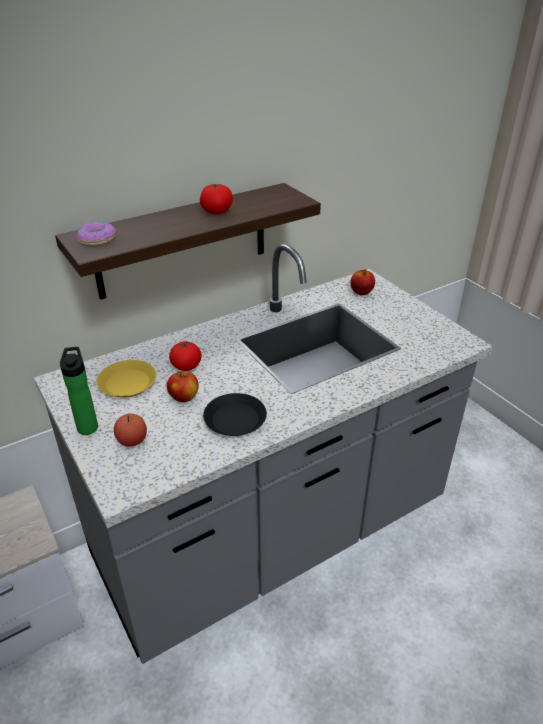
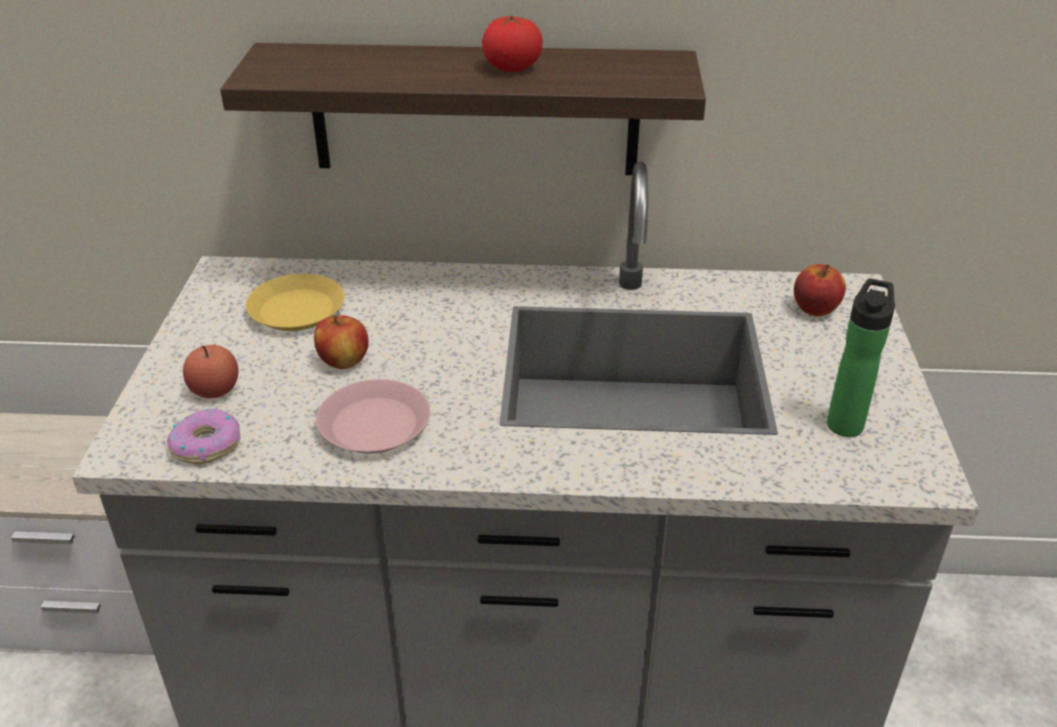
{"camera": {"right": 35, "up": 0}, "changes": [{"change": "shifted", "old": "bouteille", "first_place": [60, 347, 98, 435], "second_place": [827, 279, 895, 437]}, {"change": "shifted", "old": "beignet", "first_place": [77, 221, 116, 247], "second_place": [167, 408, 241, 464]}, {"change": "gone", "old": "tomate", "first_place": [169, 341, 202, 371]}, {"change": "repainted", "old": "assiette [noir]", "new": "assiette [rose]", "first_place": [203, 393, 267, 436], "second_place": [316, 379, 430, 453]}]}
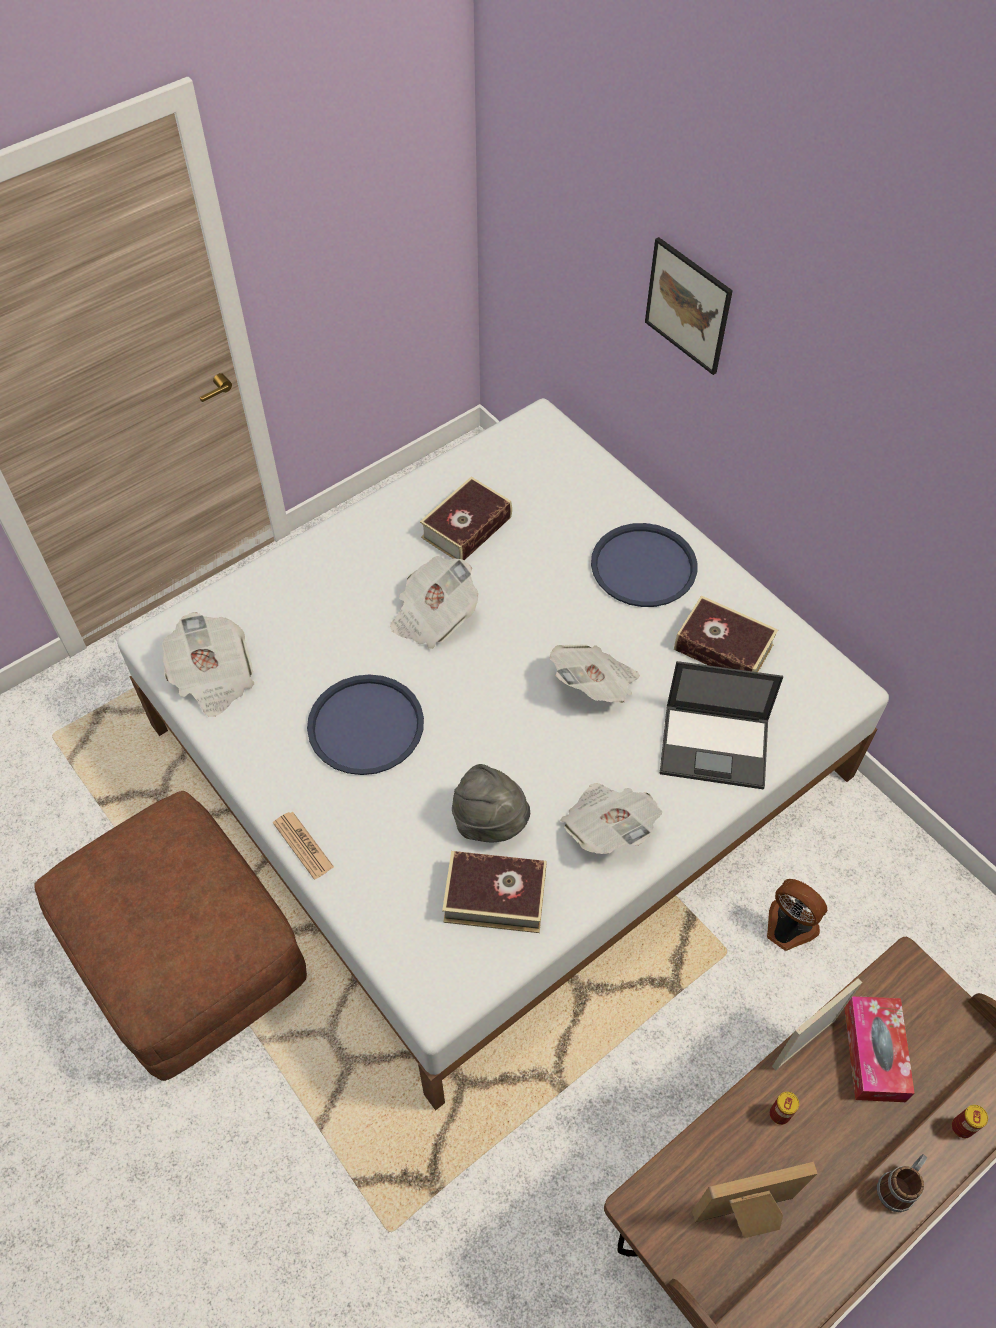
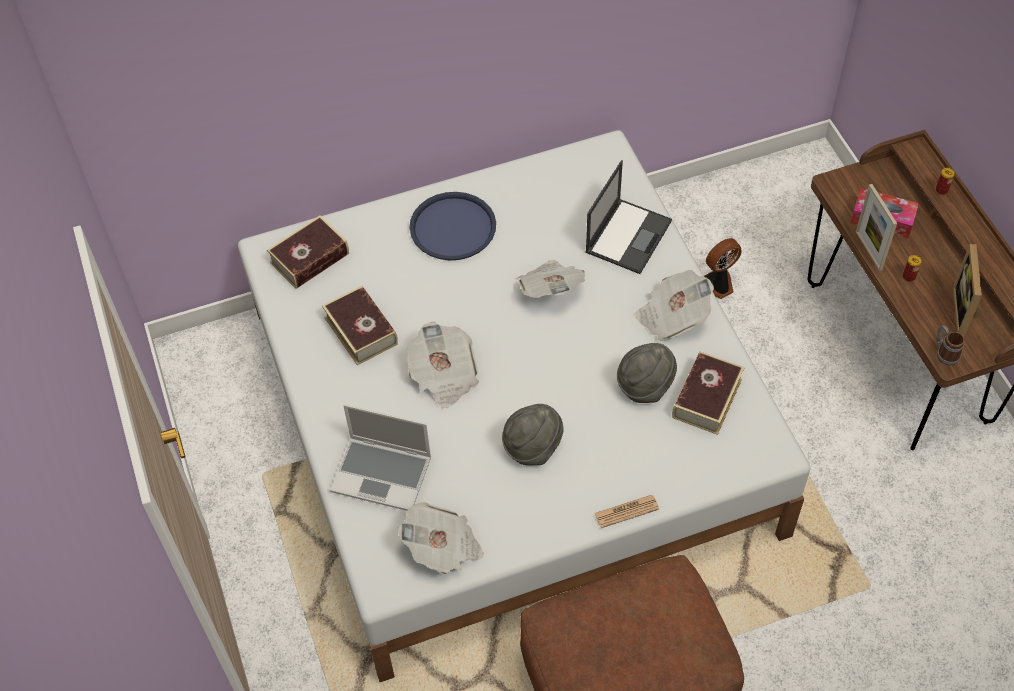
{"camera": {"right": -70, "up": 0}, "changes": [{"change": "swapped", "old": "plateau [bleu]", "new": "chapeau [gris]", "first_place": [307, 674, 424, 775], "second_place": [502, 404, 563, 465]}, {"change": "gone", "old": "tableau", "first_place": [645, 237, 733, 375]}, {"change": "shifted", "old": "livre", "first_place": [674, 595, 778, 672], "second_place": [267, 216, 349, 289]}, {"change": "shifted", "old": "mug", "first_place": [877, 1154, 927, 1212], "second_place": [937, 325, 965, 366]}, {"change": "new", "new": "ordinateur portable", "second_place": [330, 404, 431, 511]}]}
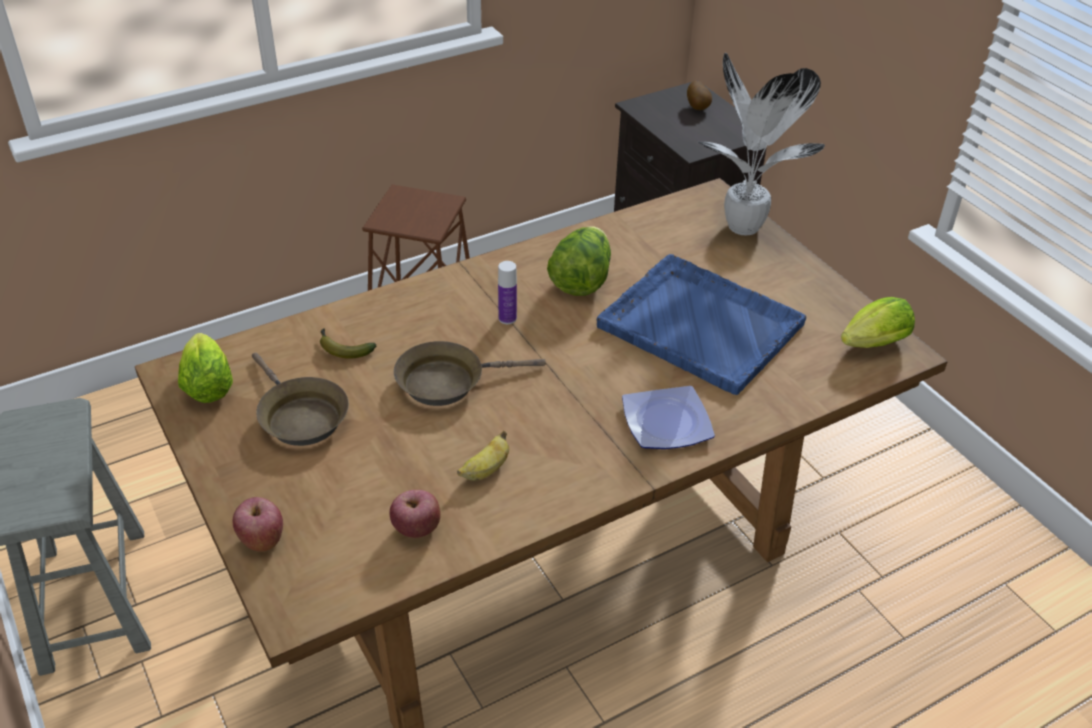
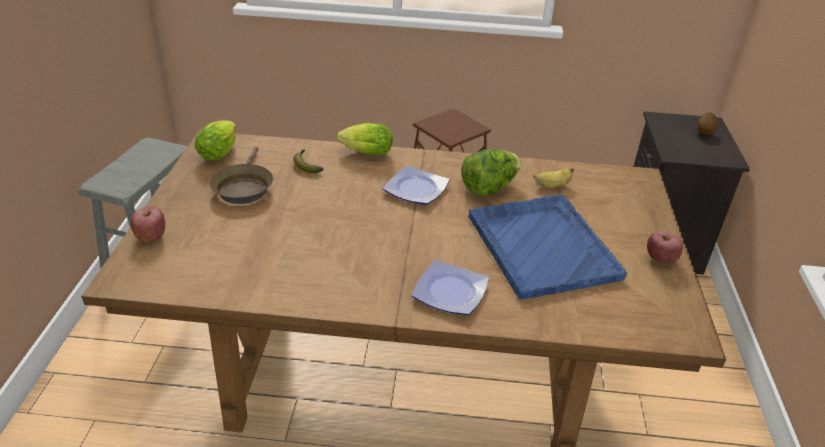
{"camera": {"right": 35, "up": -5}, "changes": [{"change": "shifted", "old": "pomme", "first_place": [390, 490, 441, 538], "second_place": [647, 231, 683, 264]}, {"change": "gone", "old": "poêle [marron]", "first_place": [394, 341, 546, 406]}, {"change": "shifted", "old": "banane", "first_place": [457, 431, 509, 481], "second_place": [533, 168, 574, 188]}, {"change": "swapped", "old": "bouteille", "new": "assiette", "first_place": [498, 261, 517, 324], "second_place": [383, 166, 449, 205]}, {"change": "gone", "old": "plante en pot", "first_place": [697, 53, 825, 236]}, {"change": "shifted", "old": "laitue", "first_place": [841, 297, 915, 348], "second_place": [337, 123, 393, 156]}]}
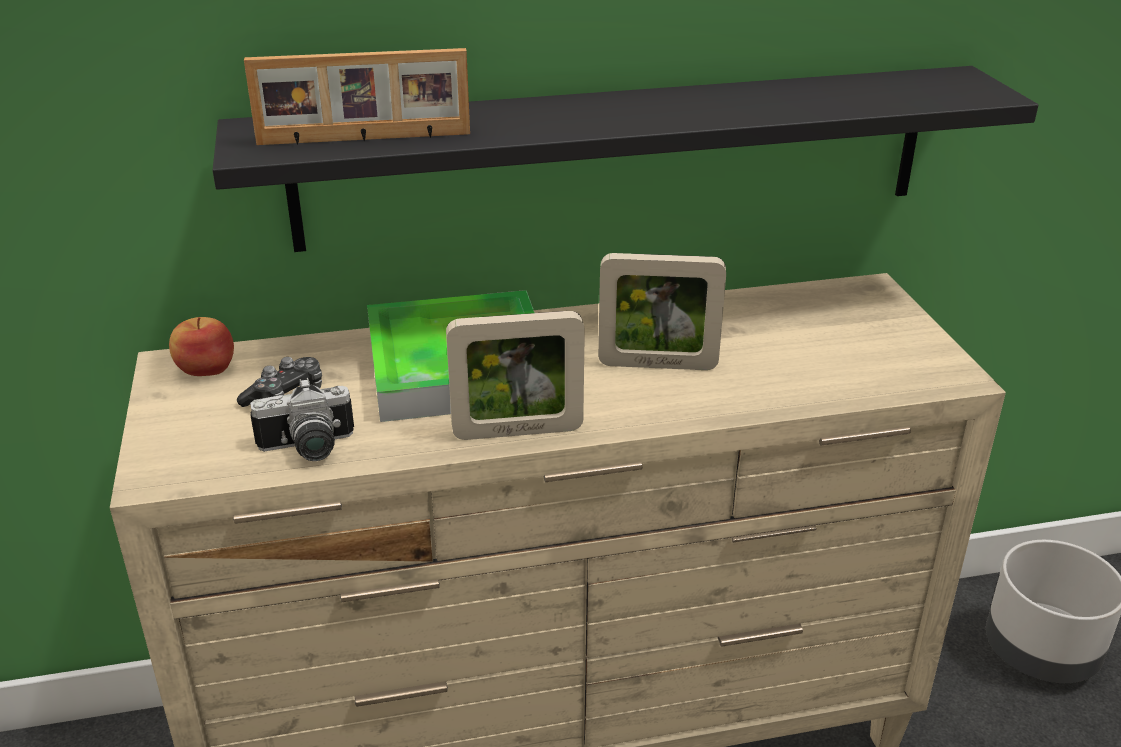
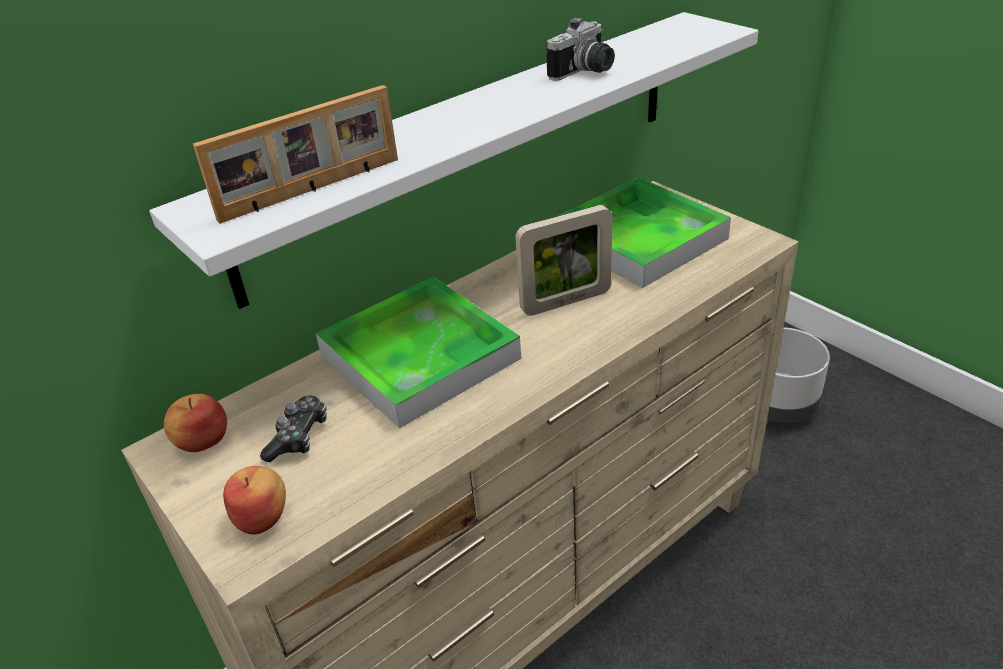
{"camera": {"right": -25, "up": 5}, "changes": [{"change": "repainted", "old": "étagère [noir]", "new": "étagère [blanc]", "first_place": [212, 66, 1038, 252], "second_place": [149, 12, 758, 309]}, {"change": "shifted", "old": "appareil photo", "first_place": [250, 378, 354, 461], "second_place": [546, 18, 615, 81]}, {"change": "gone", "old": "cadre photo", "first_place": [446, 311, 585, 440]}, {"change": "new", "new": "pomme", "second_place": [223, 466, 286, 535]}, {"change": "new", "new": "plateau", "second_place": [559, 177, 731, 288]}]}
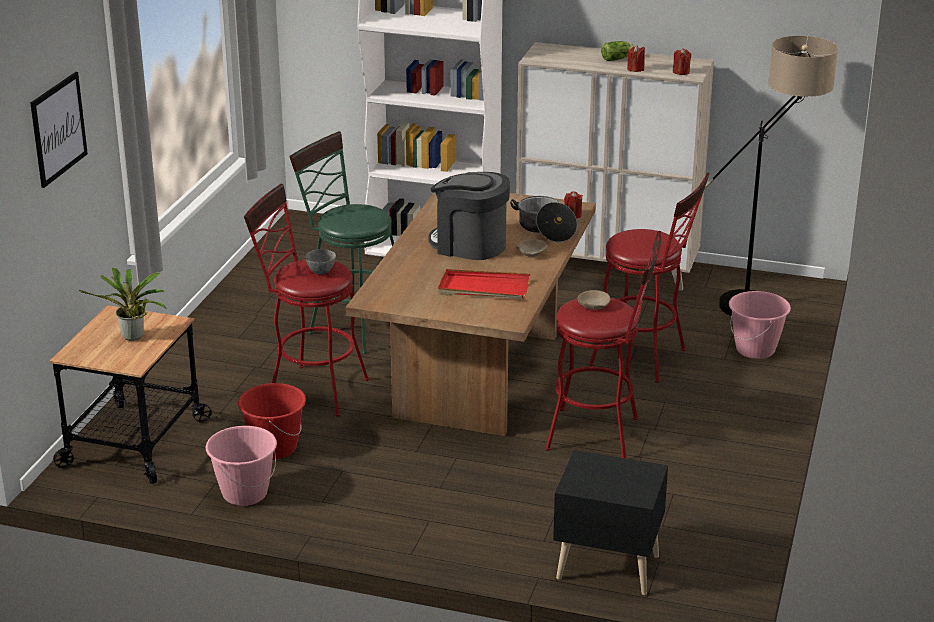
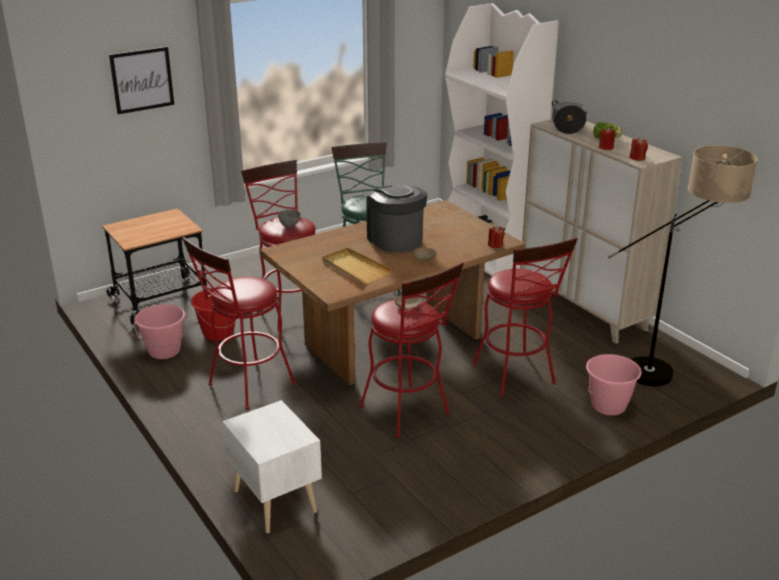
{"camera": {"right": 40, "up": 0}, "changes": [{"change": "gone", "old": "plante en pot", "first_place": [79, 268, 166, 341]}, {"change": "repainted", "old": "plateau [rouge]", "new": "plateau [beige]", "first_place": [438, 269, 531, 298], "second_place": [322, 248, 391, 283]}, {"change": "shifted", "old": "marmite", "first_place": [510, 196, 577, 242], "second_place": [552, 101, 587, 134]}, {"change": "repainted", "old": "table de chevet [noir]", "new": "table de chevet [blanc]", "first_place": [553, 450, 668, 595], "second_place": [222, 400, 322, 533]}, {"change": "new", "new": "tabouret [rouge]", "second_place": [182, 237, 296, 410]}]}
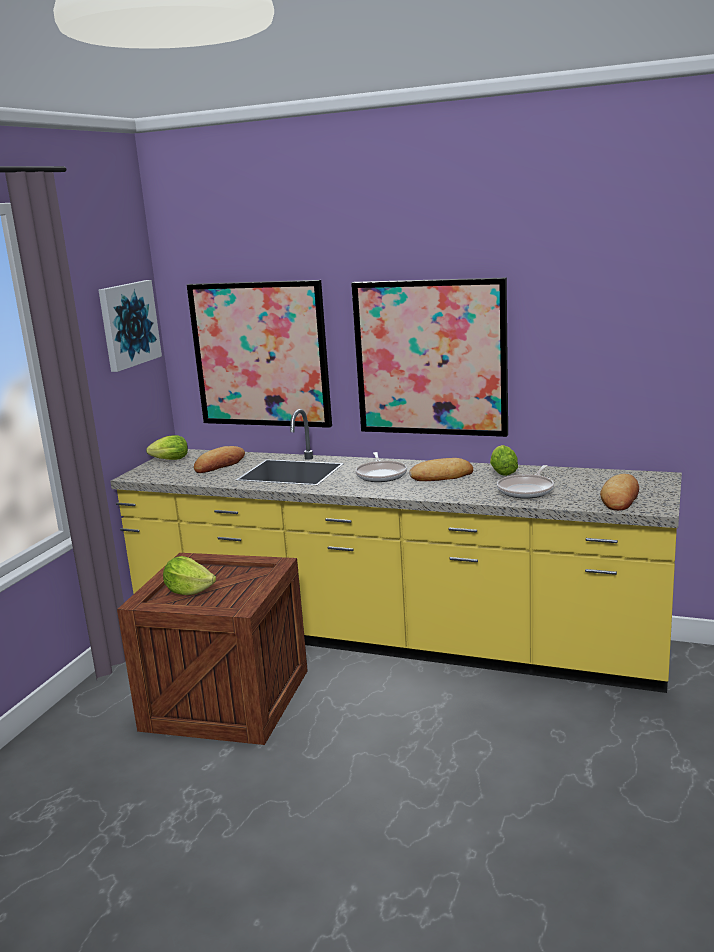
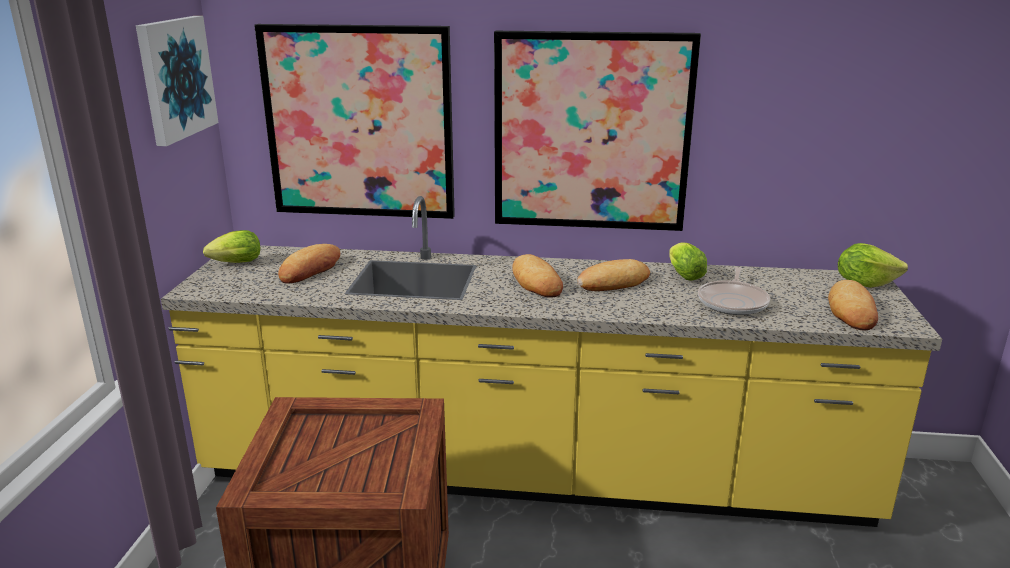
{"camera": {"right": -15, "up": 5}, "changes": [{"change": "shifted", "old": "laitue", "first_place": [163, 556, 216, 595], "second_place": [838, 243, 908, 288]}, {"change": "swapped", "old": "poêle", "new": "pain", "first_place": [355, 452, 407, 482], "second_place": [512, 254, 563, 298]}]}
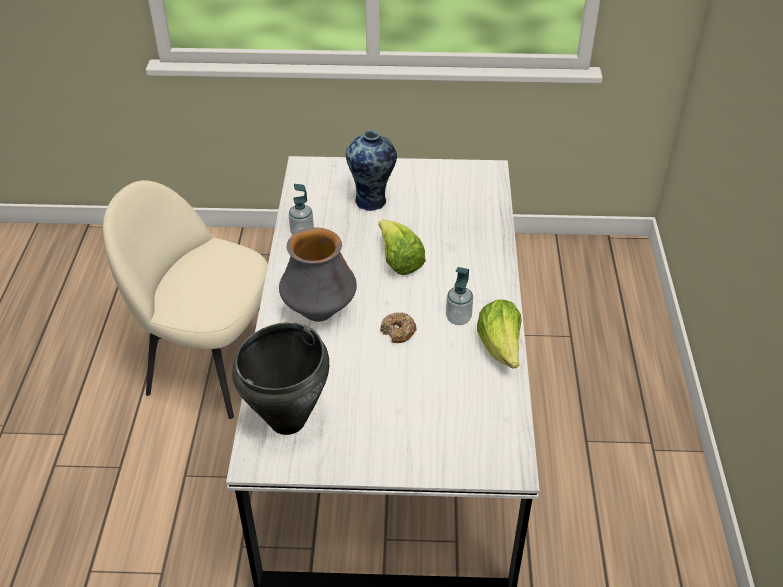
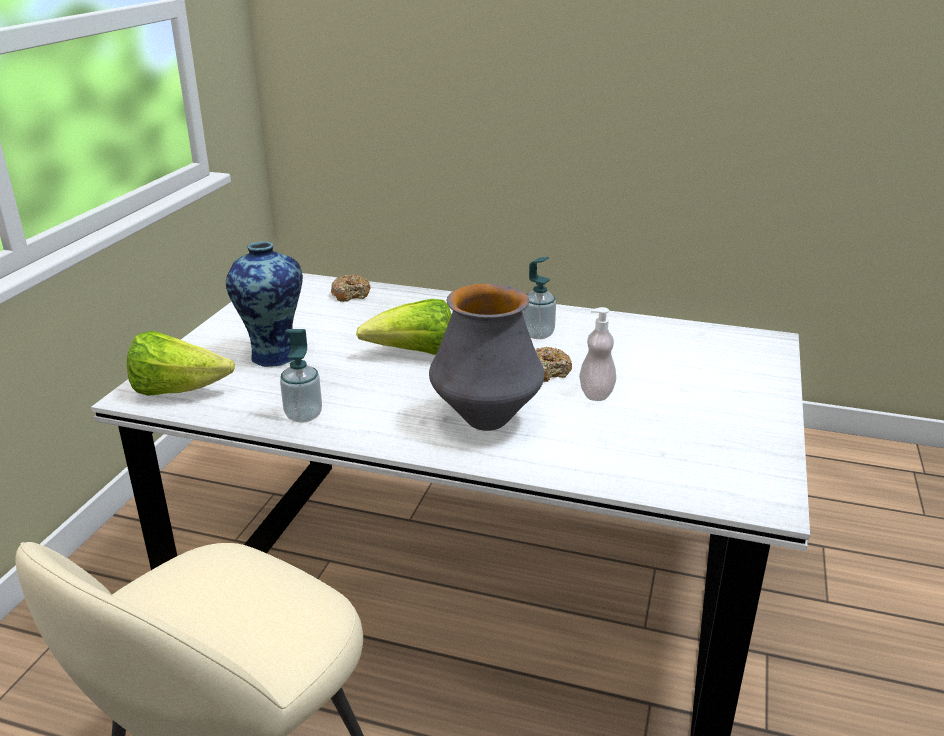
{"camera": {"right": -75, "up": -15}, "changes": [{"change": "gone", "old": "marmite [noir]", "first_place": [232, 322, 329, 435]}, {"change": "shifted", "old": "laitue", "first_place": [477, 299, 522, 368], "second_place": [127, 331, 235, 396]}, {"change": "new", "new": "beignet", "second_place": [331, 274, 371, 302]}, {"change": "new", "new": "distributeur de savon", "second_place": [579, 307, 616, 401]}]}
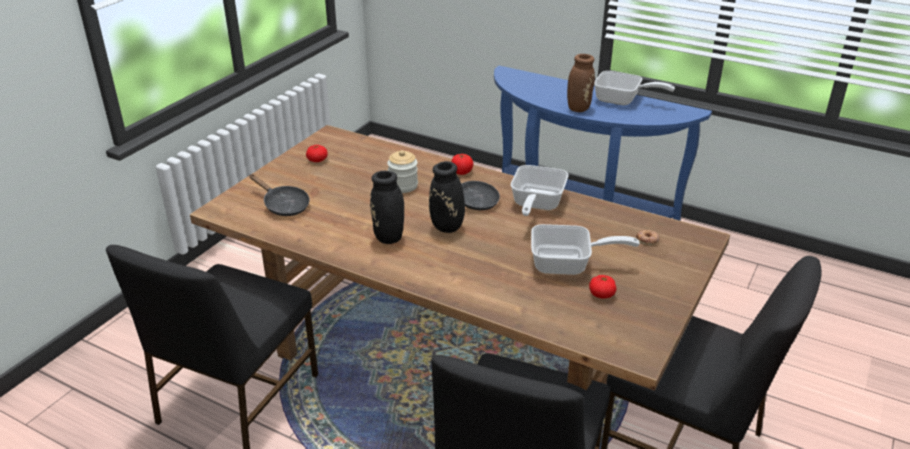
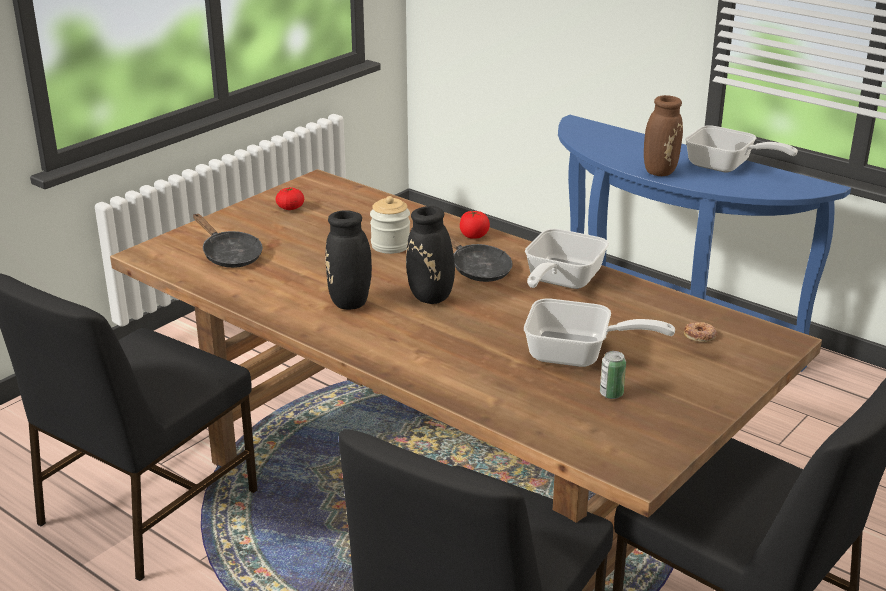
{"camera": {"right": 10, "up": -5}, "changes": [{"change": "swapped", "old": "tomate", "new": "boîte métallique", "first_place": [589, 275, 617, 299], "second_place": [600, 351, 626, 399]}]}
